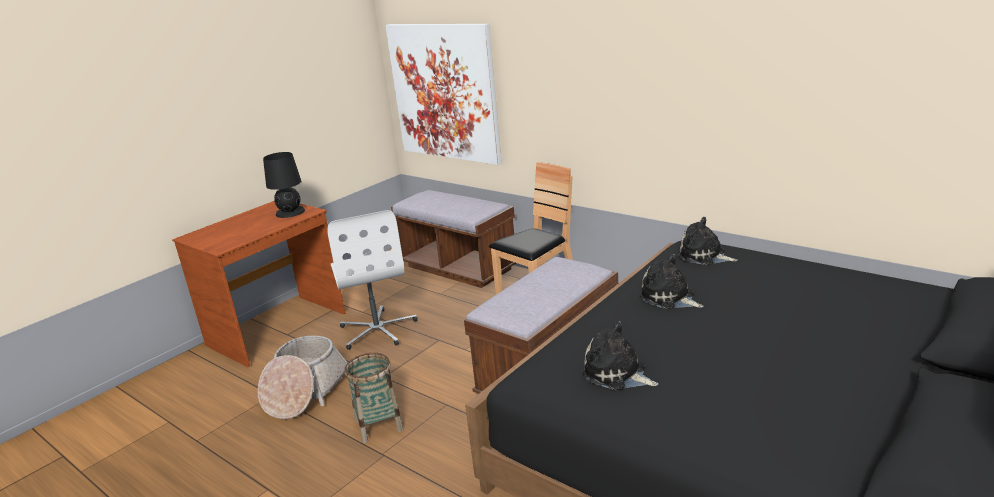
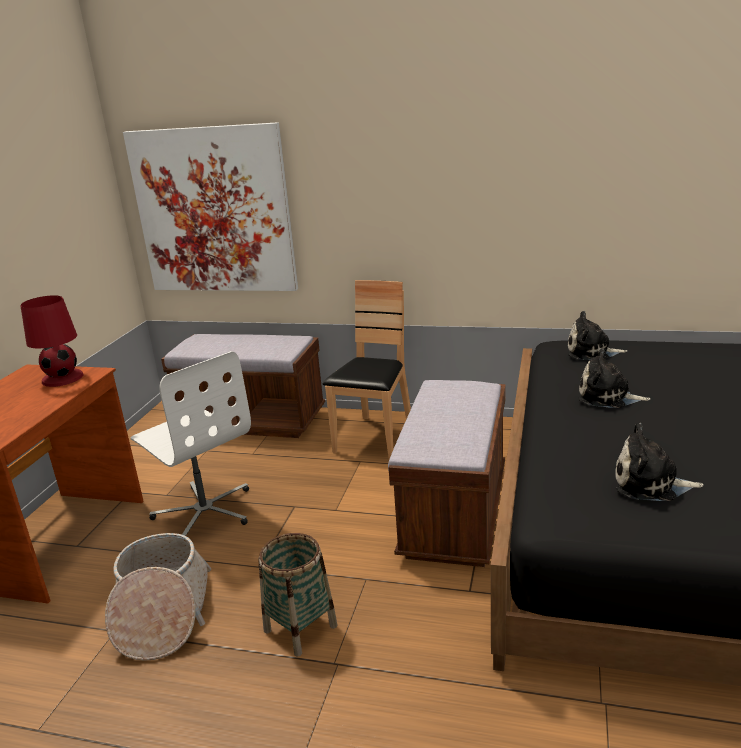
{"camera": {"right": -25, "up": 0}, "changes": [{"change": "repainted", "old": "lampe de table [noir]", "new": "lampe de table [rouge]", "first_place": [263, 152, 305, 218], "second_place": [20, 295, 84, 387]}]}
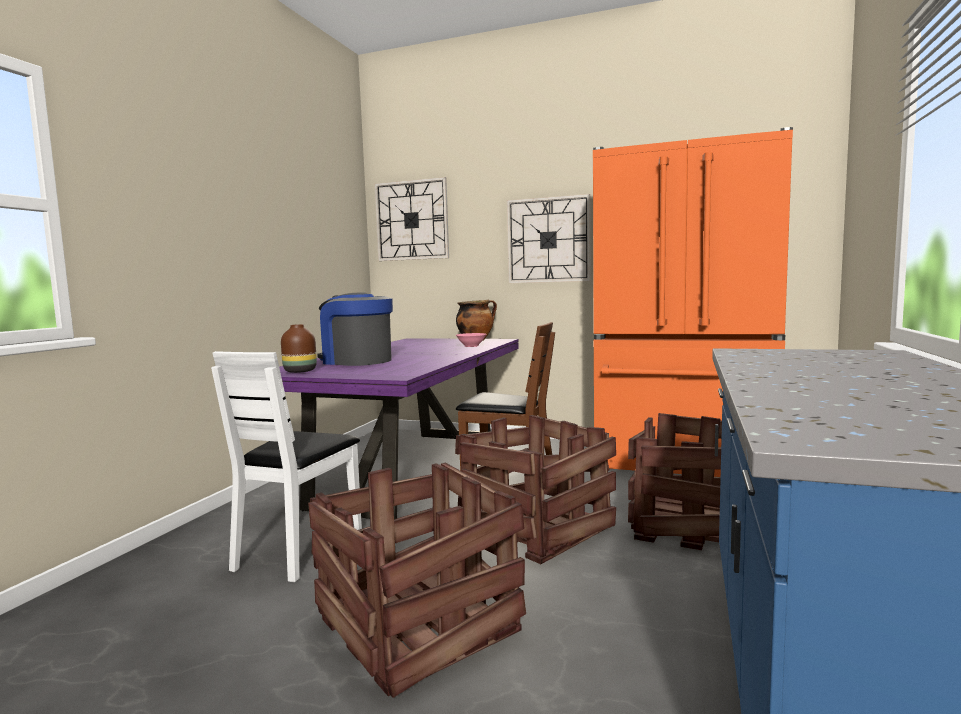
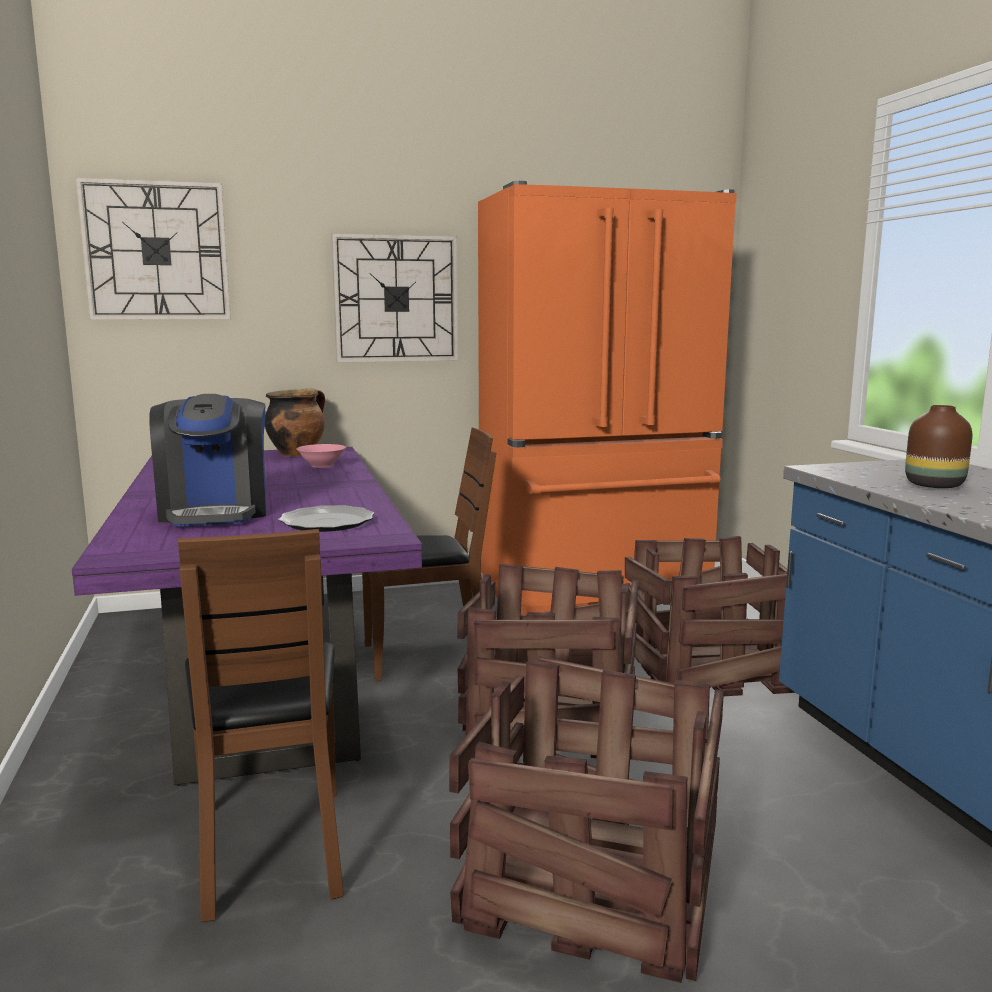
{"camera": {"right": -35, "up": 5}, "changes": [{"change": "repainted", "old": "chaise [blanc]", "new": "chaise [marron]", "first_place": [211, 351, 362, 582], "second_place": [178, 529, 344, 922]}, {"change": "shifted", "old": "vase [marron]", "first_place": [281, 324, 317, 373], "second_place": [905, 405, 972, 488]}, {"change": "rotated", "old": "machine à café", "first_place": [317, 292, 393, 366], "second_place": [149, 394, 266, 527], "degrees": -105}, {"change": "new", "new": "assiette", "second_place": [278, 505, 374, 532]}]}
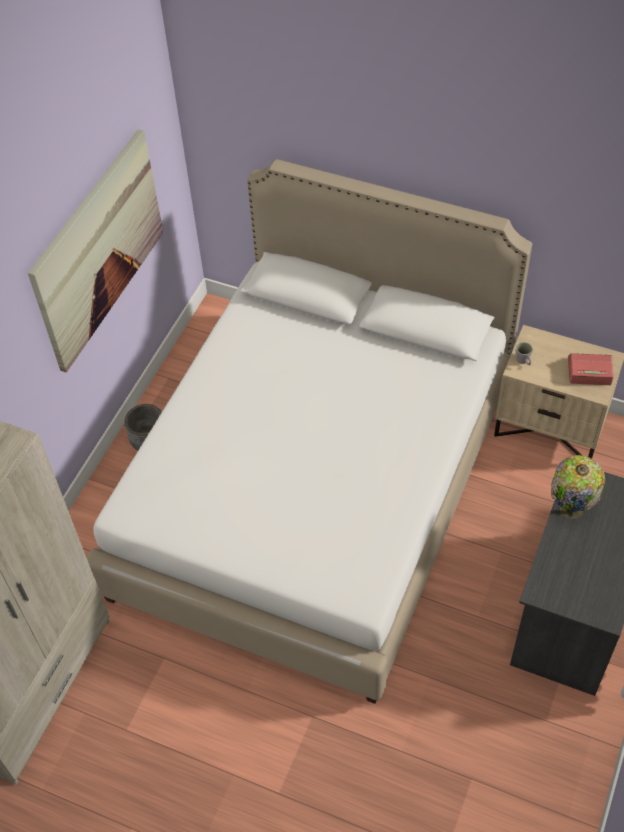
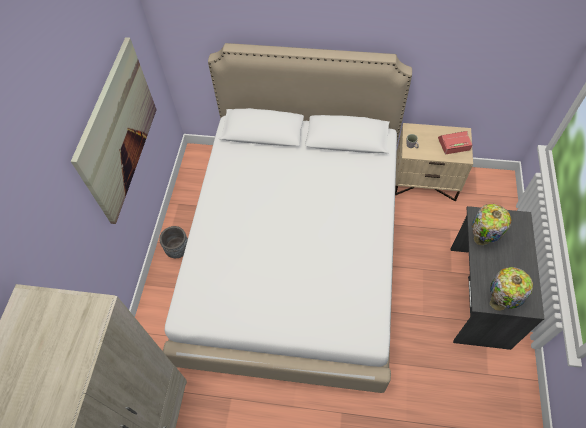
{"camera": {"right": -15, "up": 5}, "changes": [{"change": "new", "new": "lampe de table", "second_place": [490, 267, 533, 311]}]}
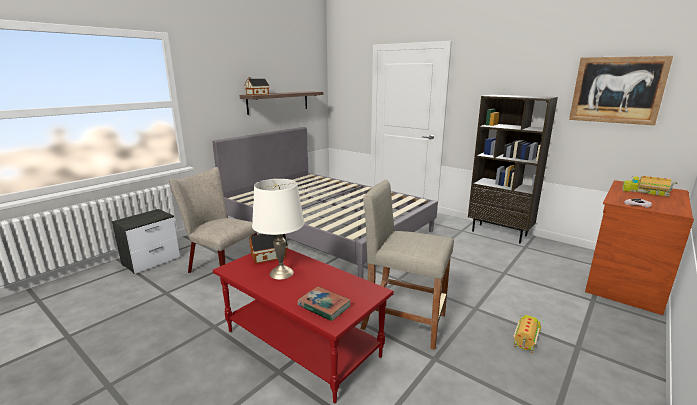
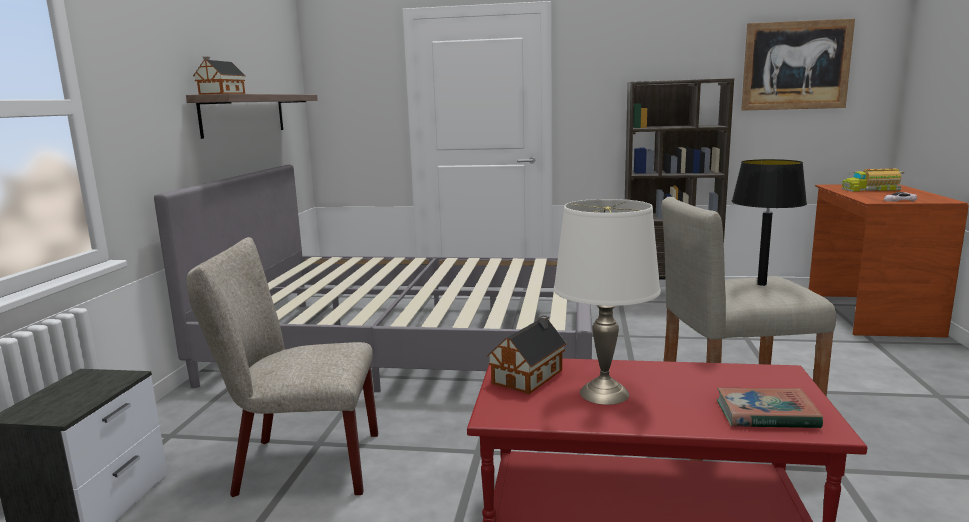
{"camera": {"right": -30, "up": -5}, "changes": [{"change": "gone", "old": "camion jouet", "first_place": [513, 313, 544, 354]}, {"change": "new", "new": "lampe de table [noir]", "second_place": [732, 159, 807, 286]}]}
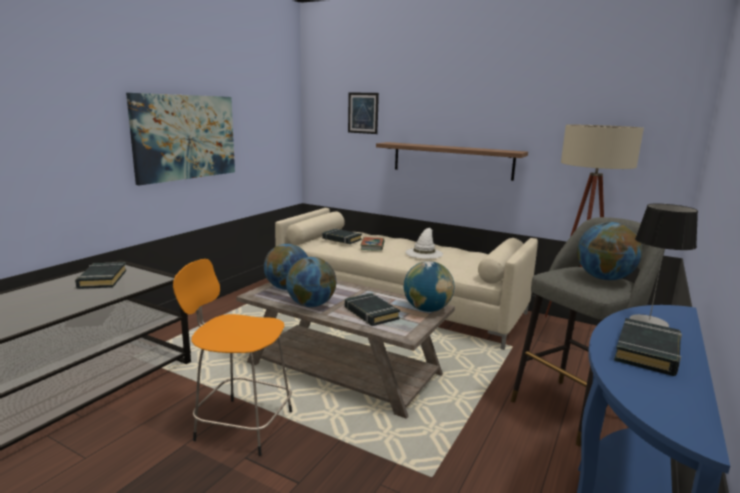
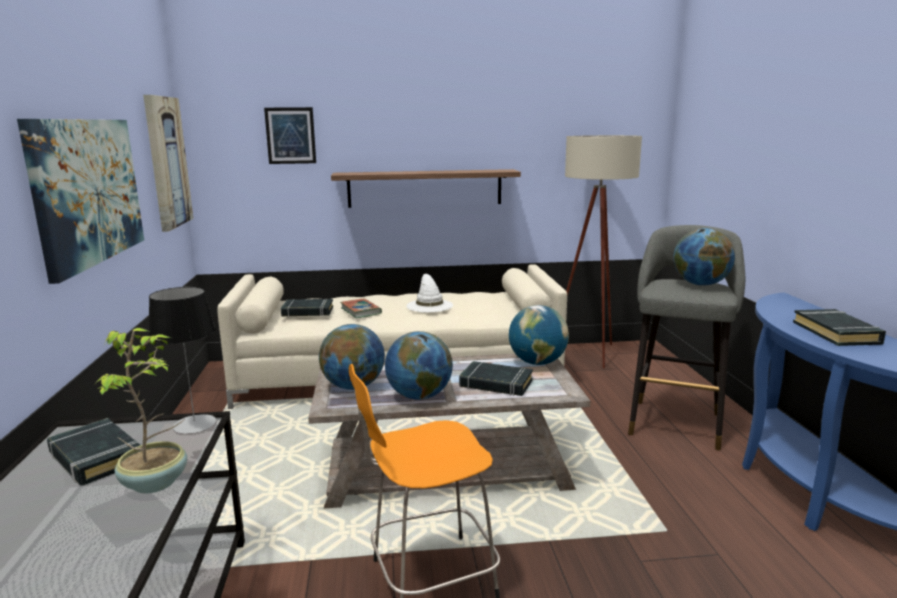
{"camera": {"right": -35, "up": 0}, "changes": [{"change": "shifted", "old": "lampe de table", "first_place": [630, 204, 698, 327], "second_place": [149, 287, 216, 434]}, {"change": "new", "new": "plante en pot", "second_place": [93, 328, 187, 494]}, {"change": "new", "new": "tableau", "second_place": [143, 95, 193, 232]}]}
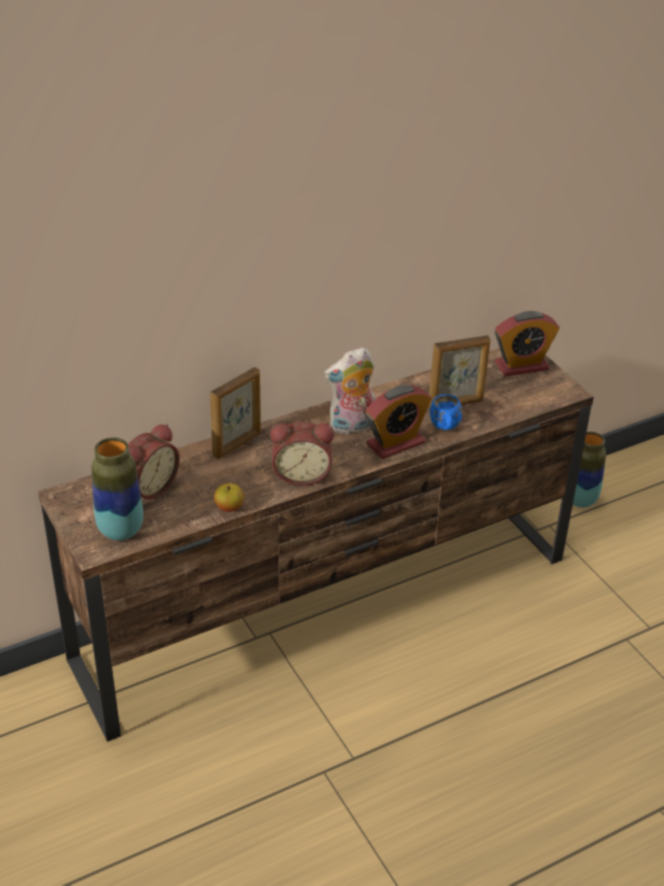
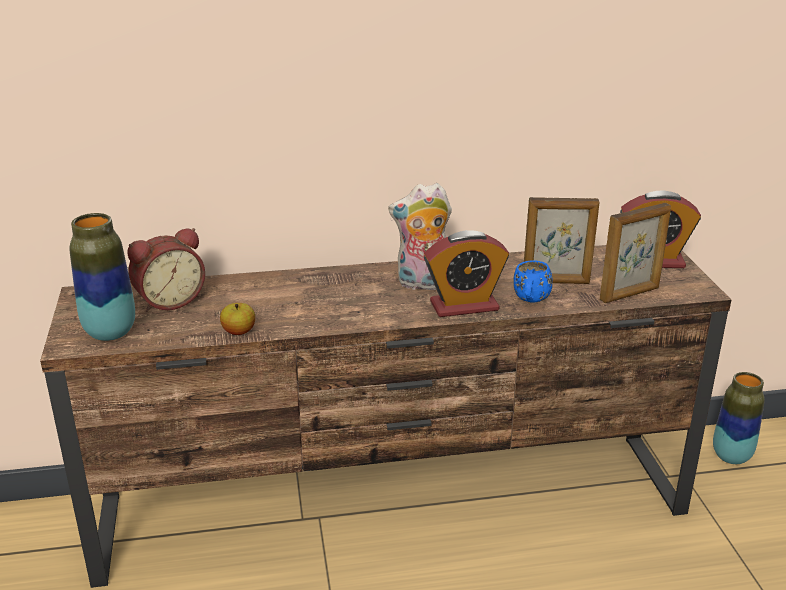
{"camera": {"right": 20, "up": -10}, "changes": [{"change": "shifted", "old": "cadre photo", "first_place": [210, 367, 261, 459], "second_place": [600, 203, 671, 303]}, {"change": "gone", "old": "réveil", "first_place": [270, 422, 334, 485]}]}
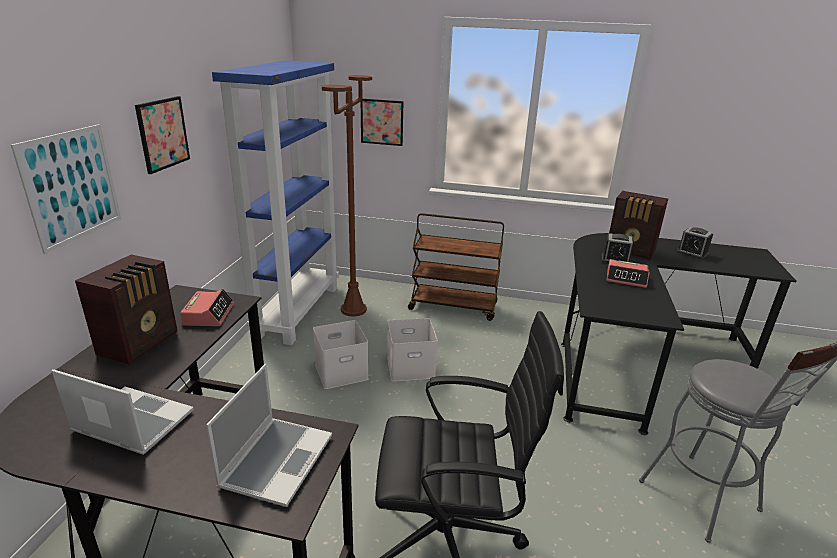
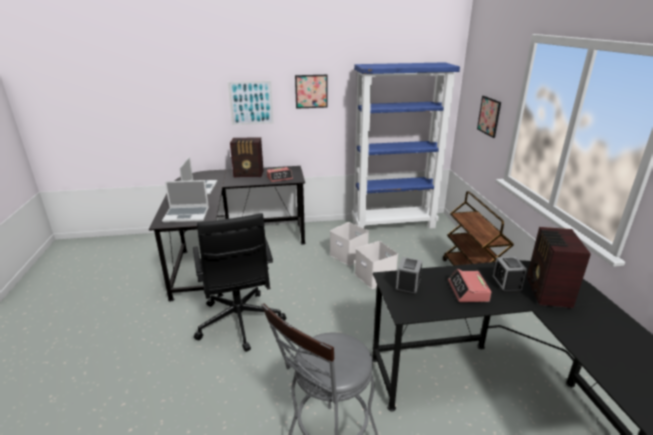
{"camera": {"right": 70, "up": 0}, "changes": [{"change": "gone", "old": "lampadaire [marron]", "first_place": [322, 75, 372, 317]}, {"change": "shifted", "old": "réveil", "first_place": [677, 227, 713, 260], "second_place": [396, 257, 422, 295]}]}
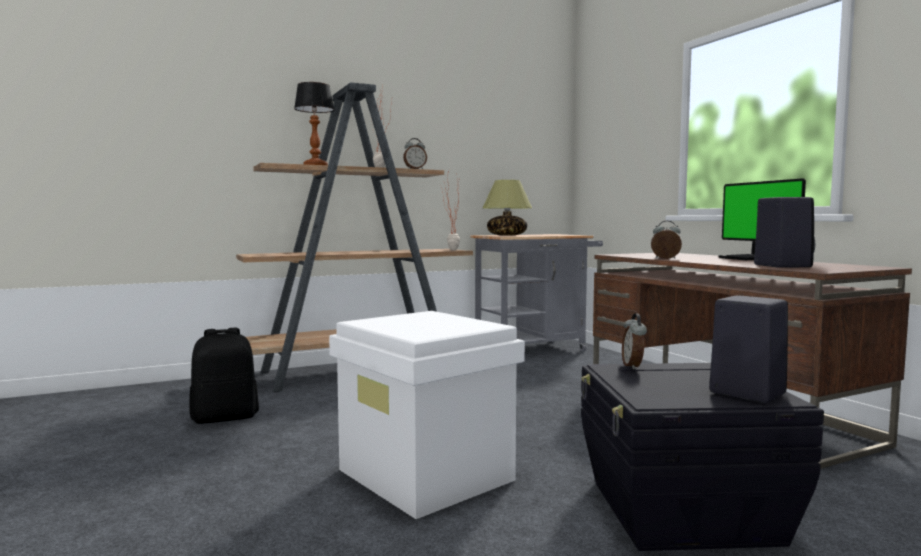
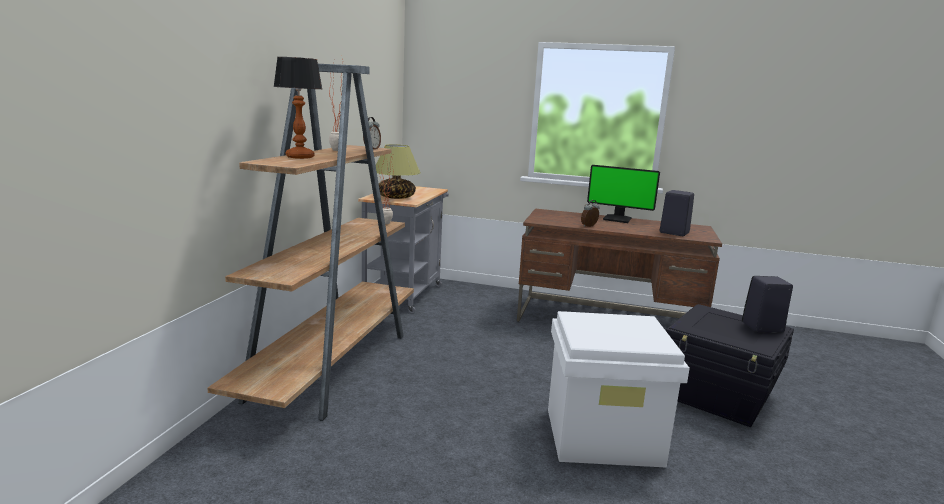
{"camera": {"right": -50, "up": 10}, "changes": [{"change": "gone", "old": "sac à dos [noir]", "first_place": [189, 328, 259, 424]}, {"change": "gone", "old": "réveil", "first_place": [622, 313, 647, 370]}]}
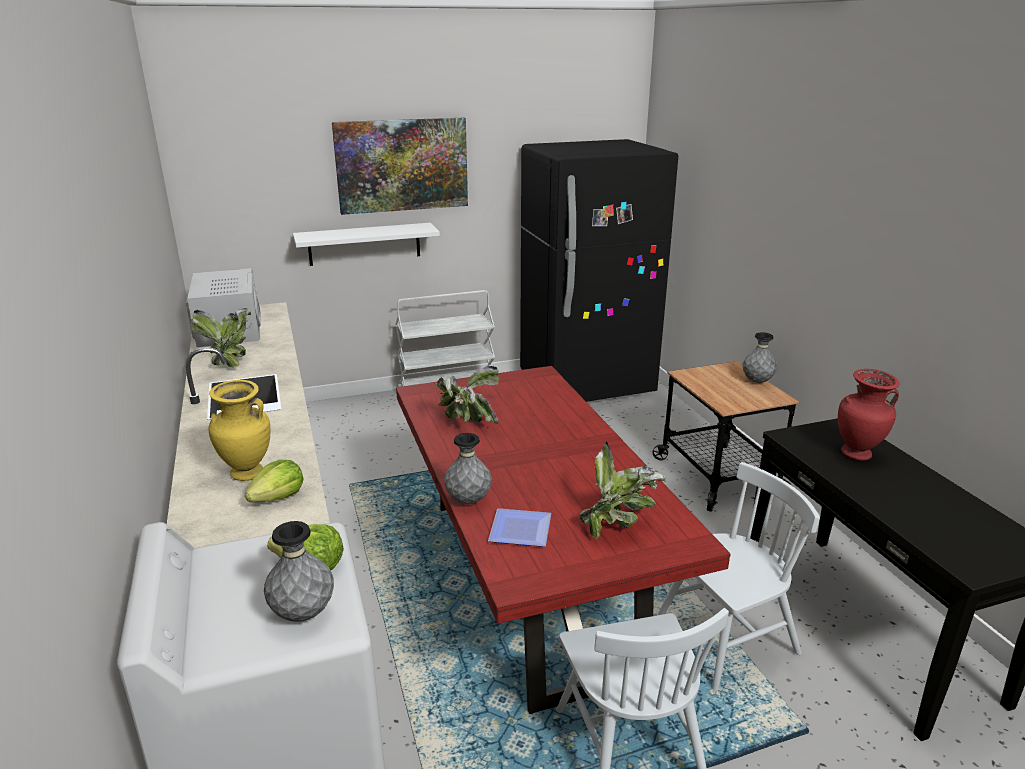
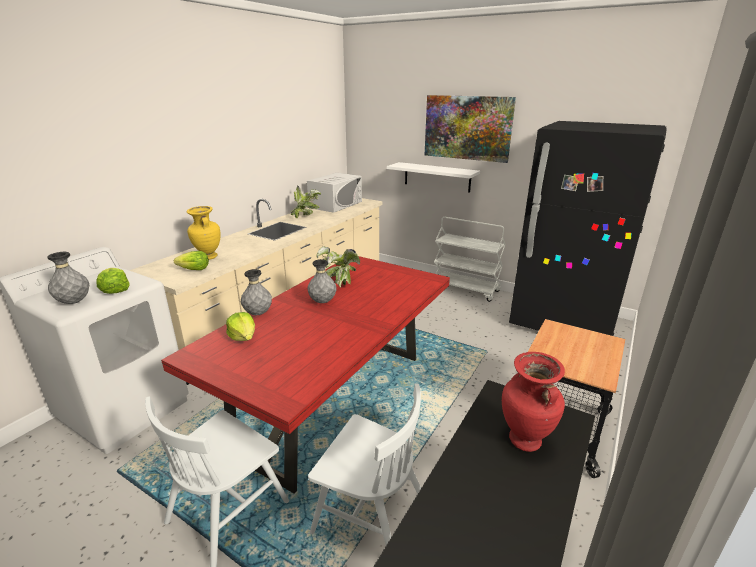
{"camera": {"right": 50, "up": 0}, "changes": [{"change": "swapped", "old": "assiette", "new": "laitue", "first_place": [488, 508, 551, 547], "second_place": [226, 312, 255, 341]}, {"change": "gone", "old": "plante en pot", "first_place": [580, 441, 666, 539]}, {"change": "shifted", "old": "vase [gris]", "first_place": [742, 332, 777, 383], "second_place": [307, 259, 337, 303]}]}
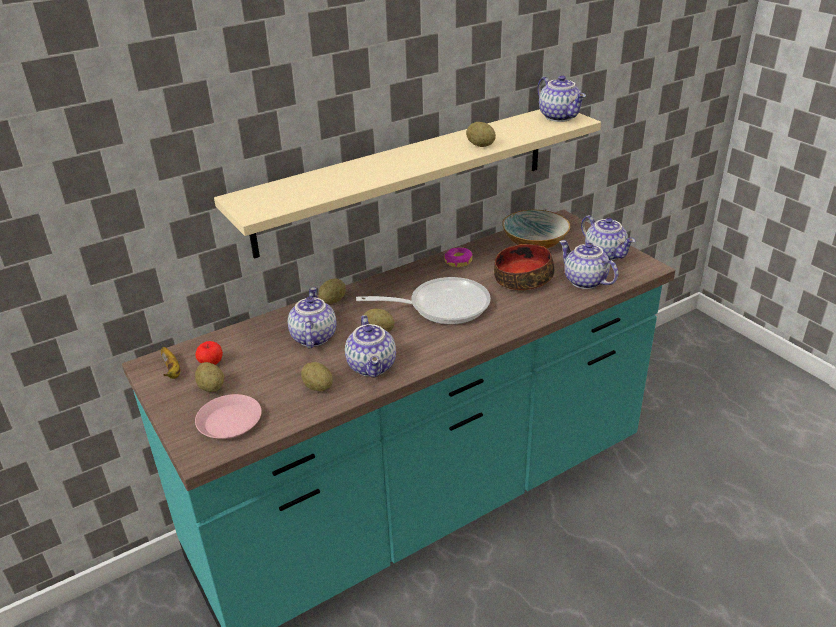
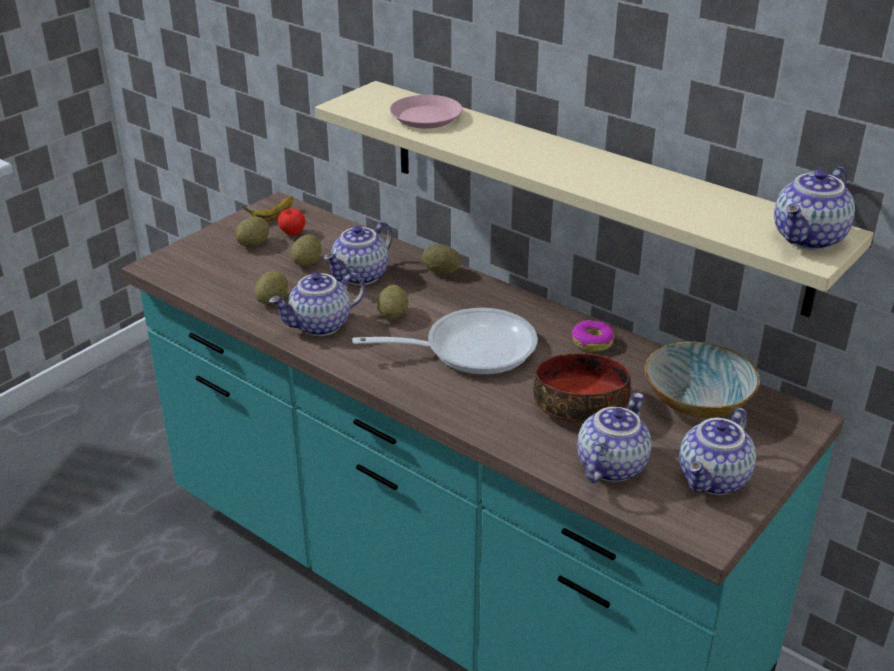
{"camera": {"right": 70, "up": 0}, "changes": [{"change": "shifted", "old": "assiette [rose]", "first_place": [195, 394, 262, 439], "second_place": [390, 95, 463, 129]}, {"change": "rotated", "old": "théière", "first_place": [288, 287, 336, 348], "second_place": [324, 222, 393, 285], "degrees": 150}, {"change": "rotated", "old": "poêle", "first_place": [356, 277, 491, 325], "second_place": [352, 308, 538, 375], "degrees": -75}, {"change": "shifted", "old": "pomme de terre", "first_place": [466, 122, 496, 147], "second_place": [290, 235, 322, 267]}]}
